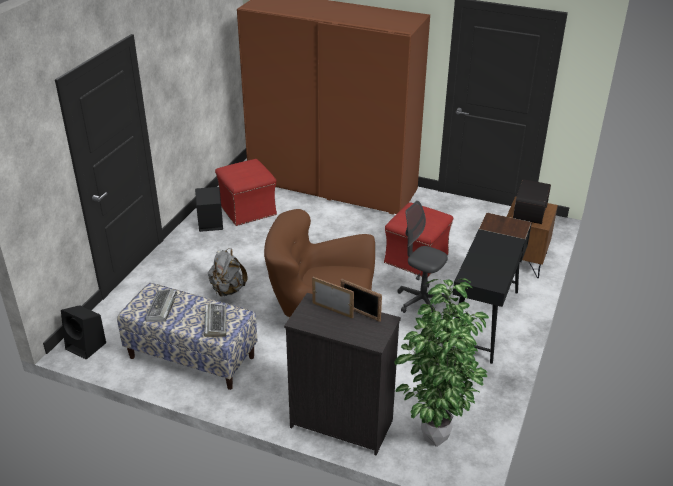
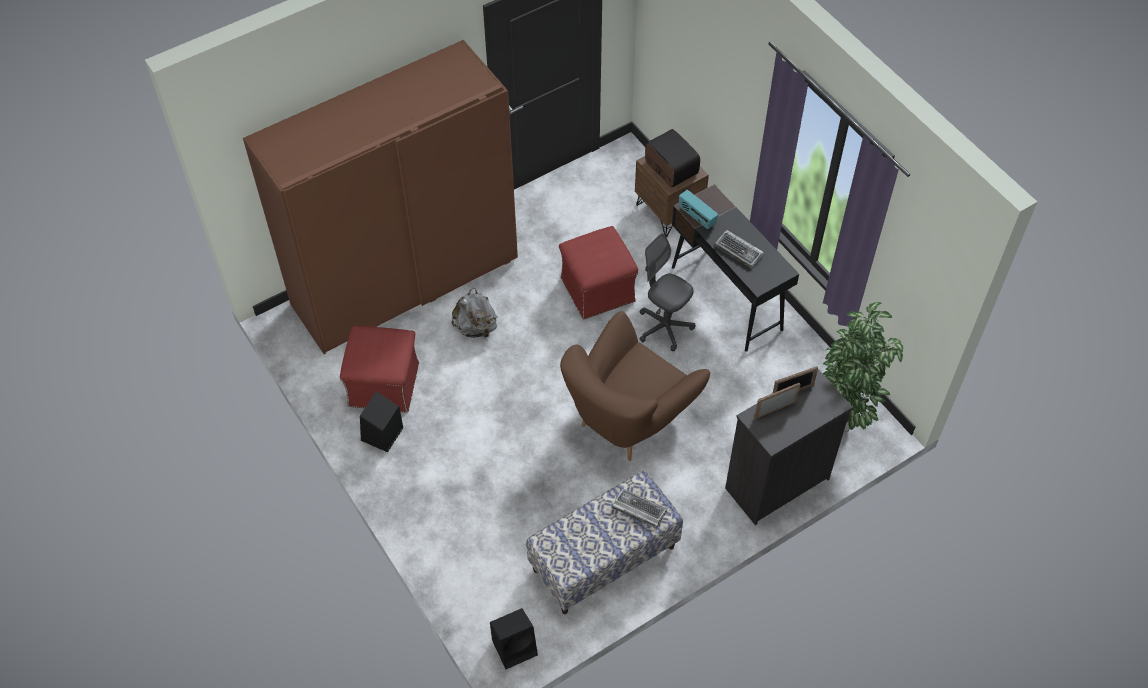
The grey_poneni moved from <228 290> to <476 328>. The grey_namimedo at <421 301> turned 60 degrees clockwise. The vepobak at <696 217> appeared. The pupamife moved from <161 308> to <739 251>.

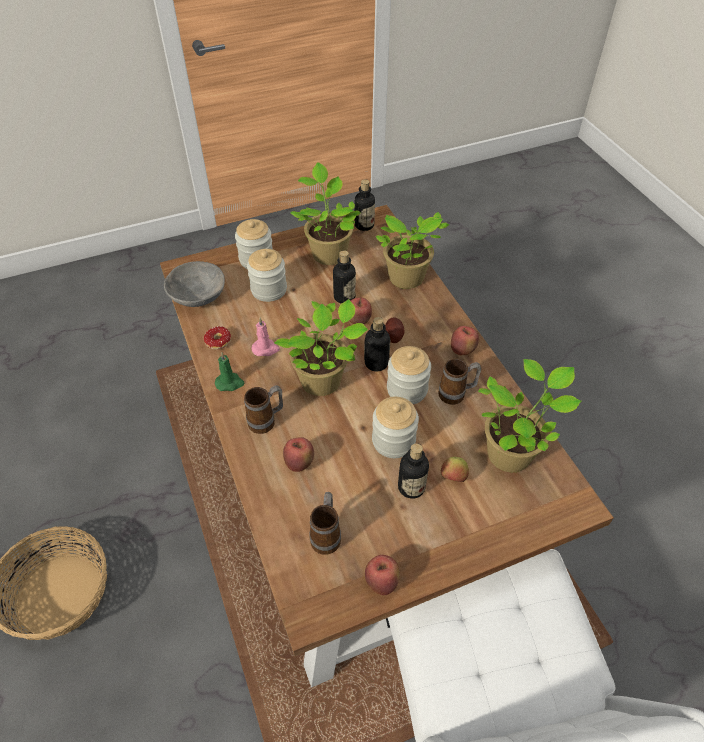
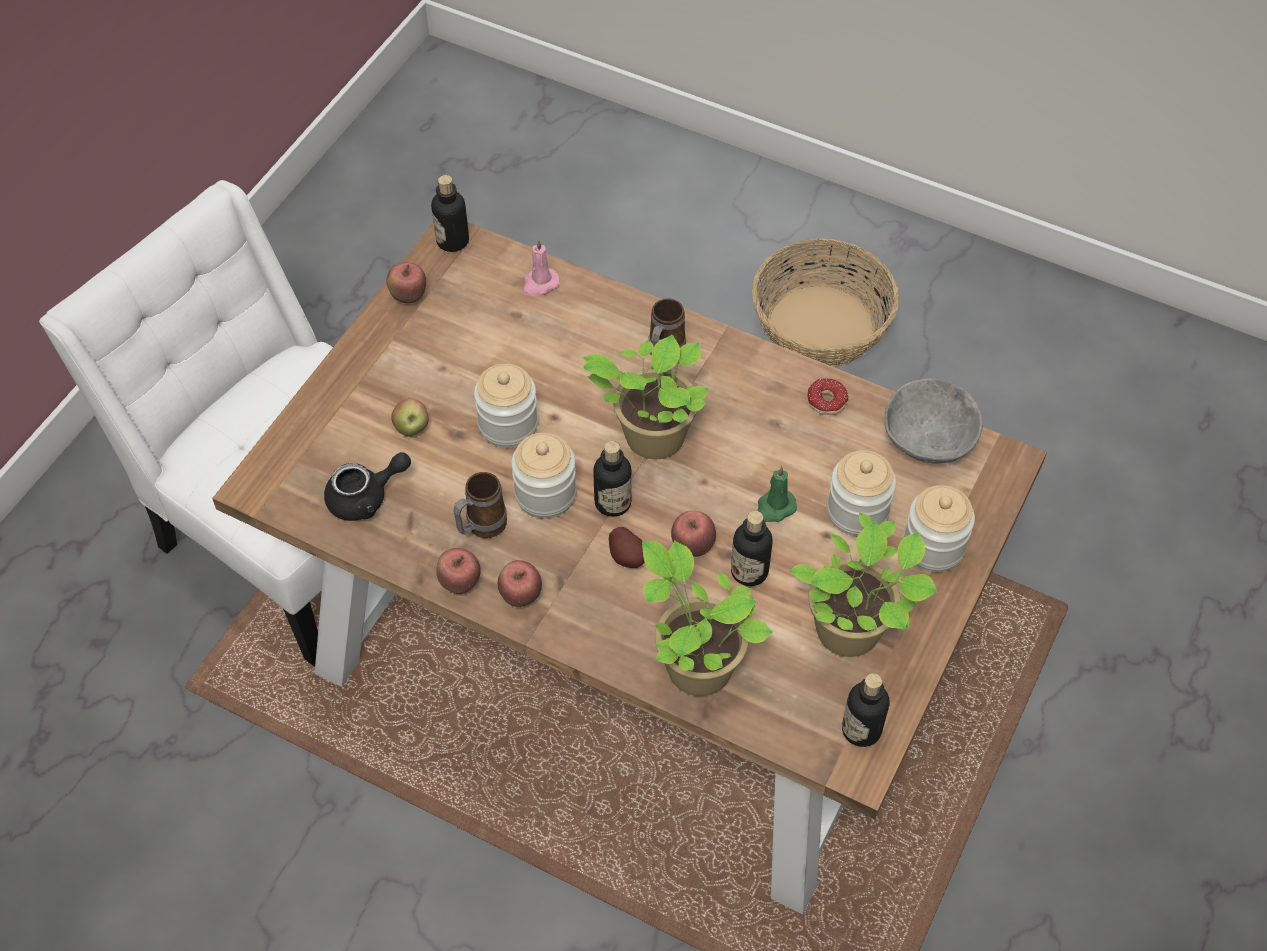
The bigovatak at <511 452> was replaced by the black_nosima at <366 498>. The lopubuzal moved from <411 487> to <452 241>. The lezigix moved from <299 463> to <460 583>. The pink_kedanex moved from <266 349> to <540 284>. The green_kedanex moved from <230 383> to <775 508>. The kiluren at <327 534> disappeared.

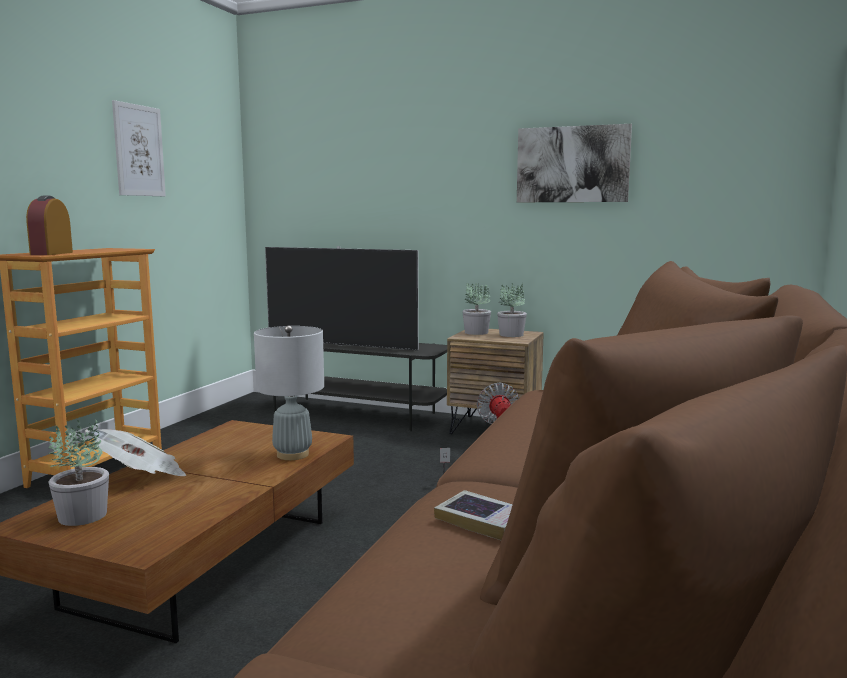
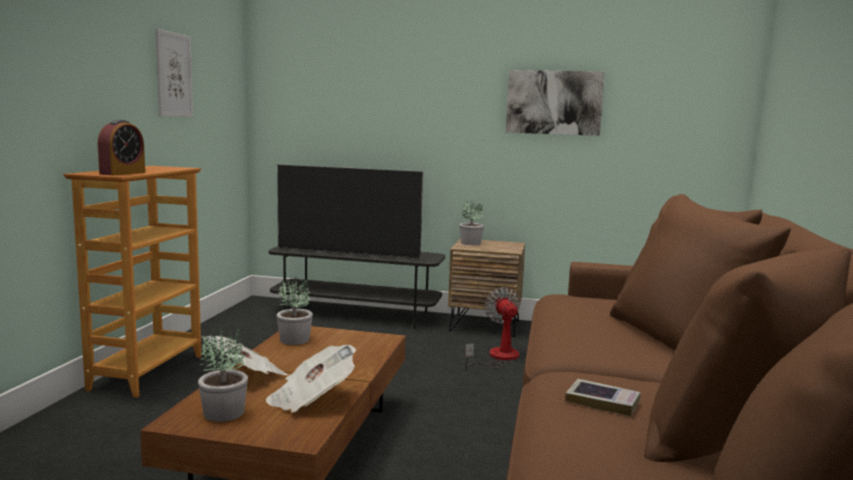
The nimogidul at <51 253> turned 150 degrees counterclockwise. The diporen at <311 399> appeared. The bigovatak moved from <511 334> to <295 339>. The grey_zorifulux at <293 454> disappeared.

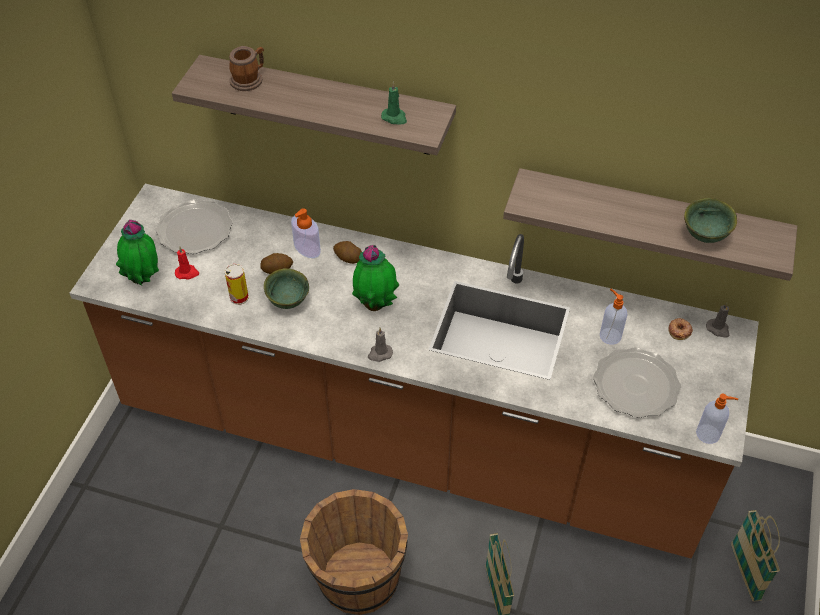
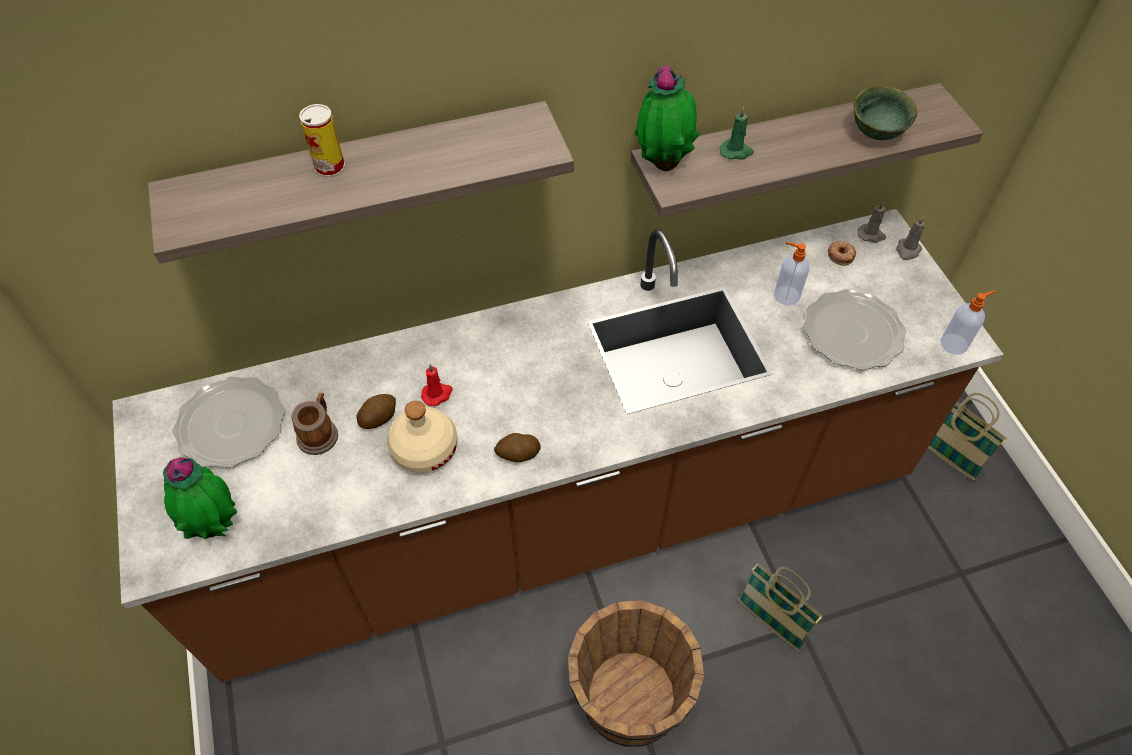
The kiluren moved from <249 79> to <319 433>. The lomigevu moved from <239 297> to <329 167>. The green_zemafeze at <288 301> was replaced by the beige_lopubuzal at <424 448>. The red_kedanex moved from <187 273> to <437 394>. The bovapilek moved from <348 258> to <518 454>. The bigovatak moved from <376 304> to <663 163>. The green_kedanex moved from <394 118> to <736 152>. The grey_kedanex moved from <379 354> to <907 250>. The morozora at <307 248> disappeared.

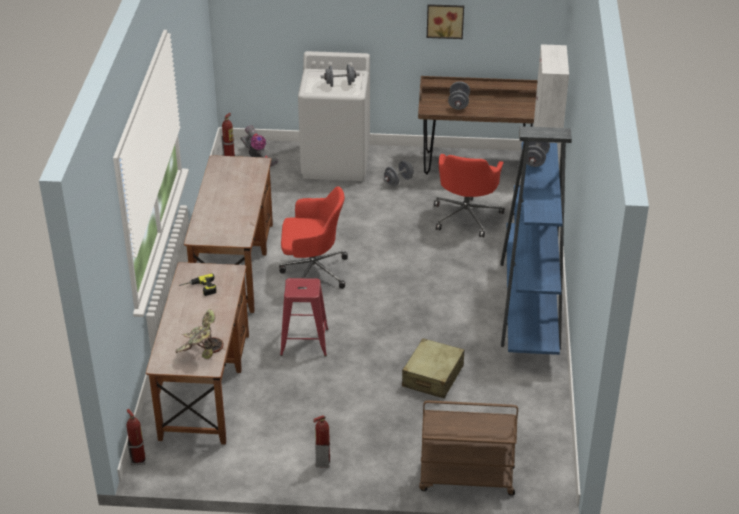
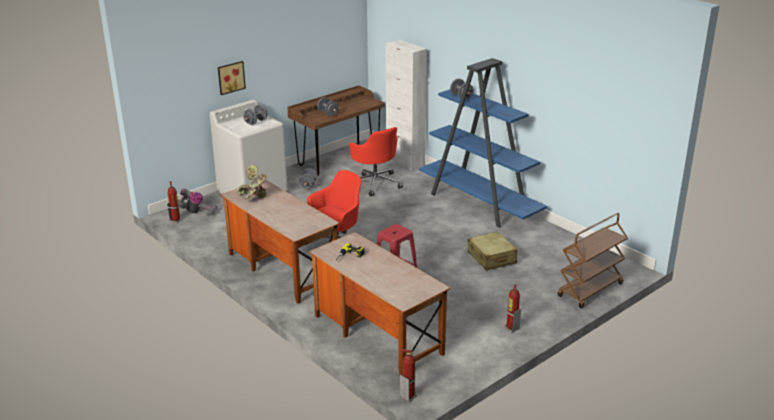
The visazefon moved from <445 20> to <230 77>. The bigovatak moved from <199 350> to <253 196>.

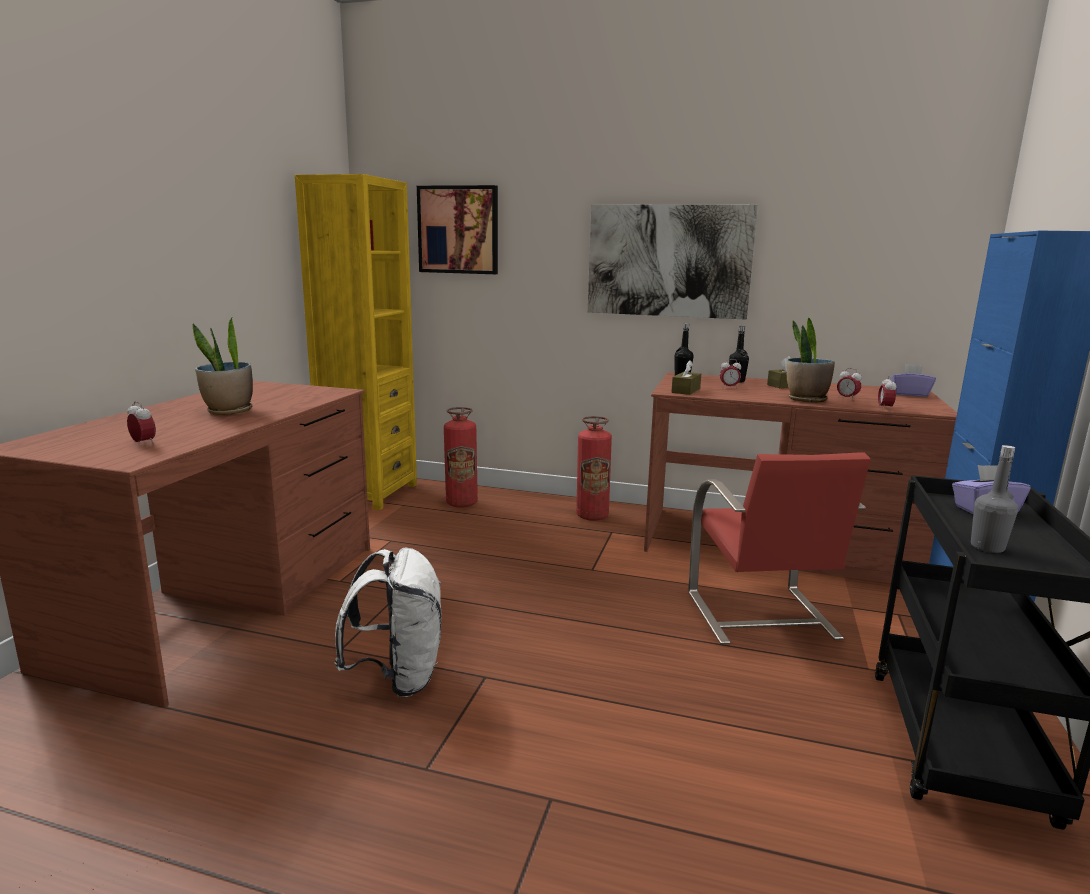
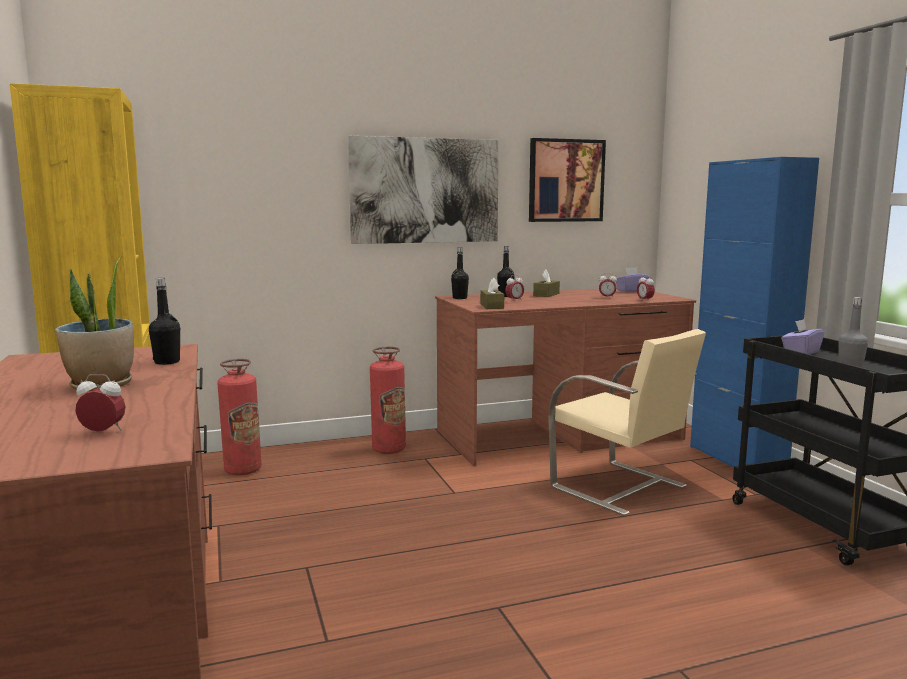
The black_lopubuzal at <167 362> appeared. The visazefon moved from <458 230> to <566 180>. The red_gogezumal at <761 616> became the beige_gogezumal at <620 488>. The white_poneni at <398 677> disappeared. The bigovatak at <806 400> disappeared.

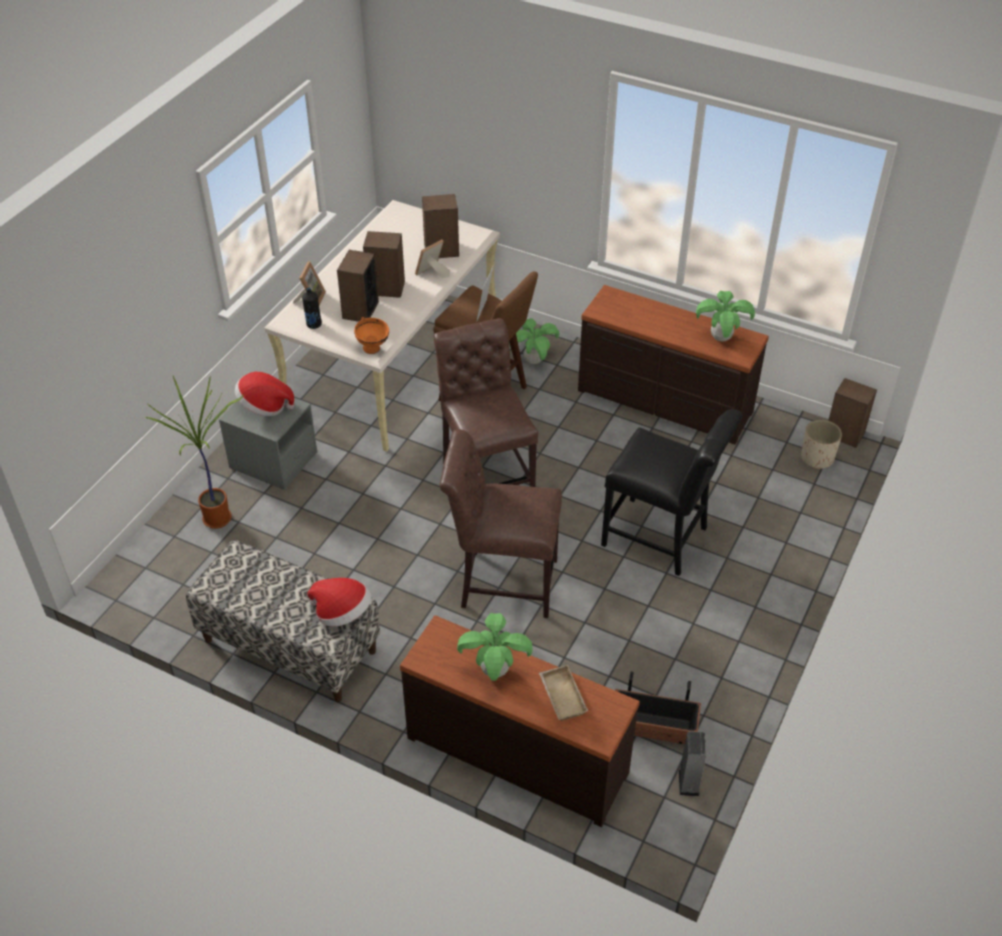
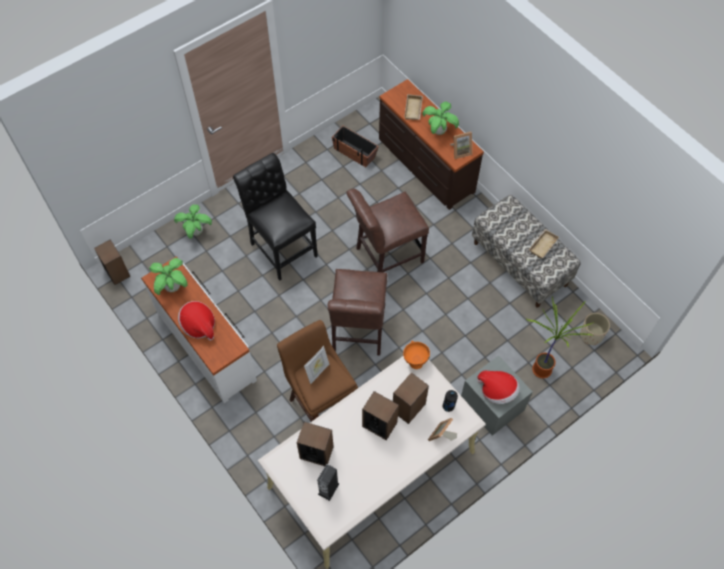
The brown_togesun at <664 402> became the white_togesun at <207 345>. The bigovatak moved from <533 361> to <196 232>. The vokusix moved from <342 613> to <199 325>. The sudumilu moved from <688 782> to <328 489>. The brown_gogezumal at <503 582> turned 120 degrees clockwise. The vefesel moved from <432 273> to <460 151>. The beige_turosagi at <542 244> appeared. The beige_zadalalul moved from <817 458> to <591 335>.

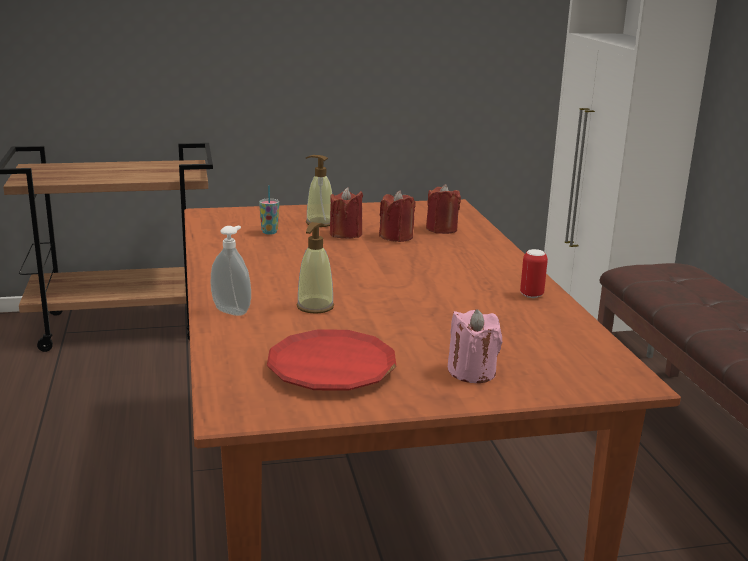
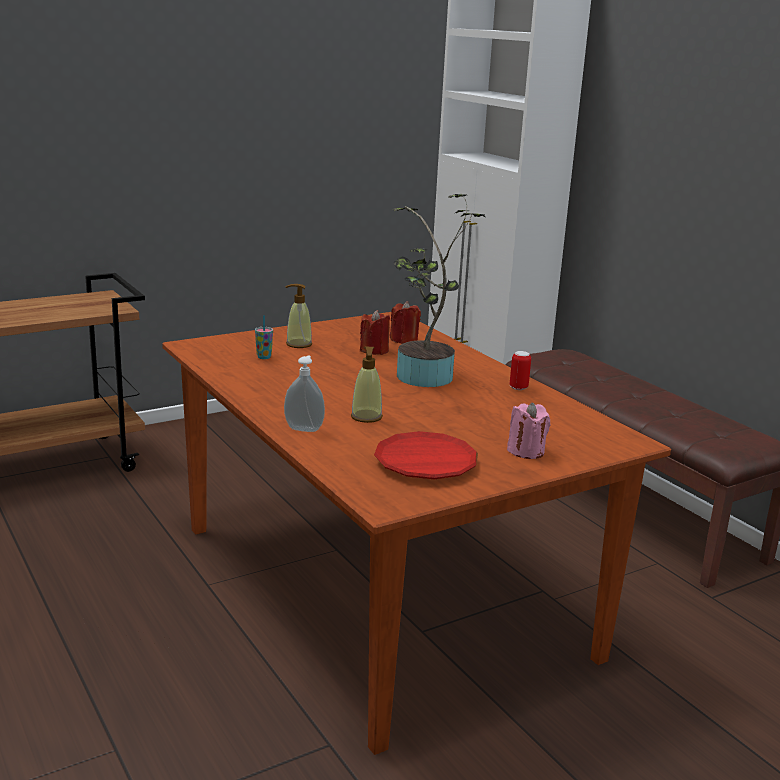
The bigovatak at <423 379> appeared. The red_kedanex at <346 234> disappeared.

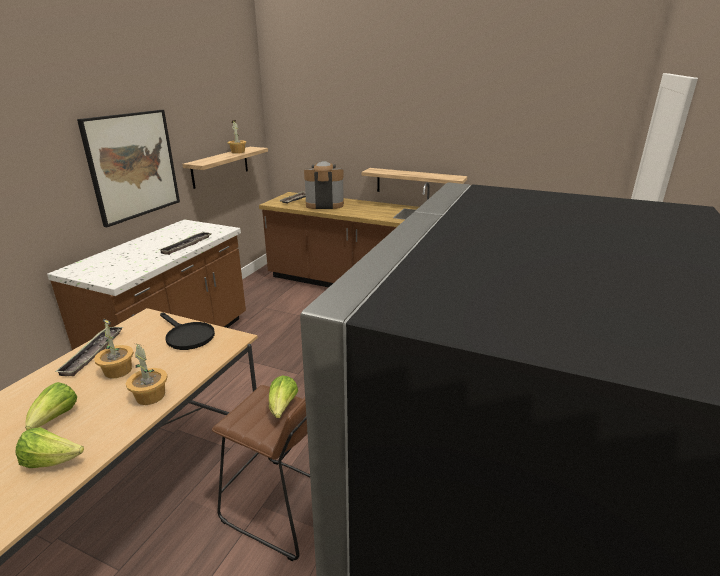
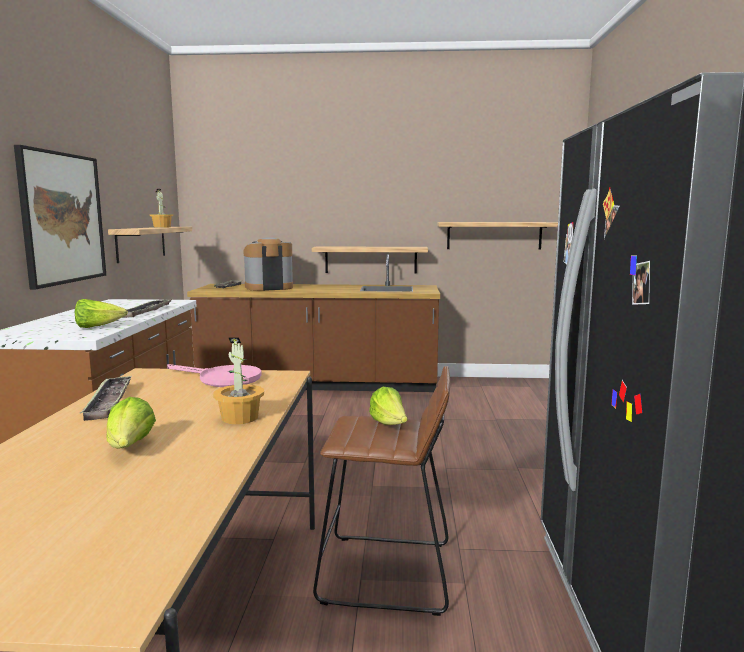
The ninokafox moved from <52 461> to <98 327>. The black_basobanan at <187 336> became the pink_basobanan at <222 379>. The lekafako at <494 235> appeared. The bigovatak at <117 371> disappeared.

